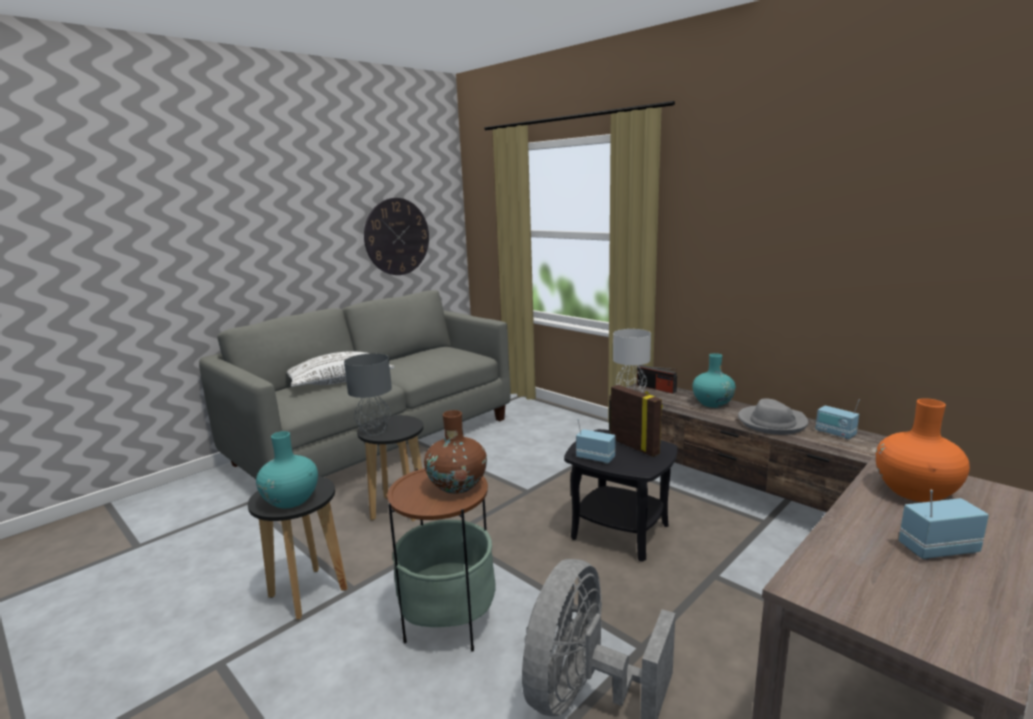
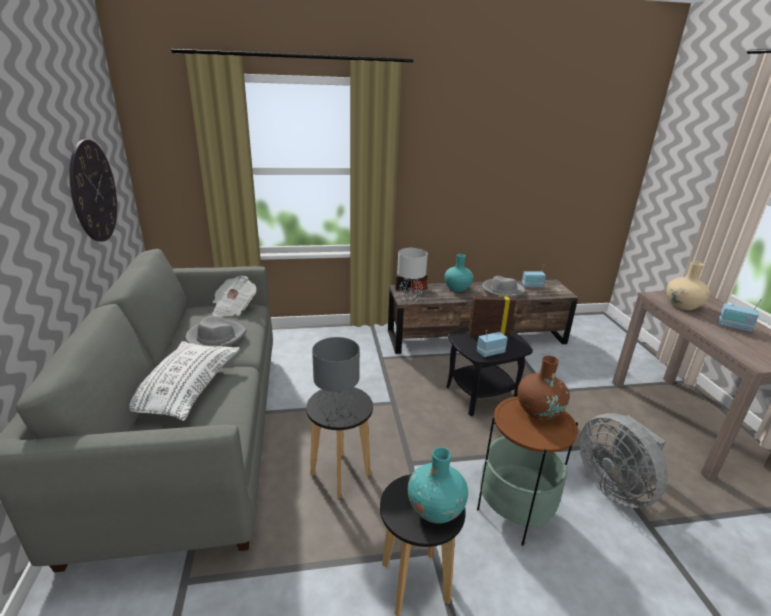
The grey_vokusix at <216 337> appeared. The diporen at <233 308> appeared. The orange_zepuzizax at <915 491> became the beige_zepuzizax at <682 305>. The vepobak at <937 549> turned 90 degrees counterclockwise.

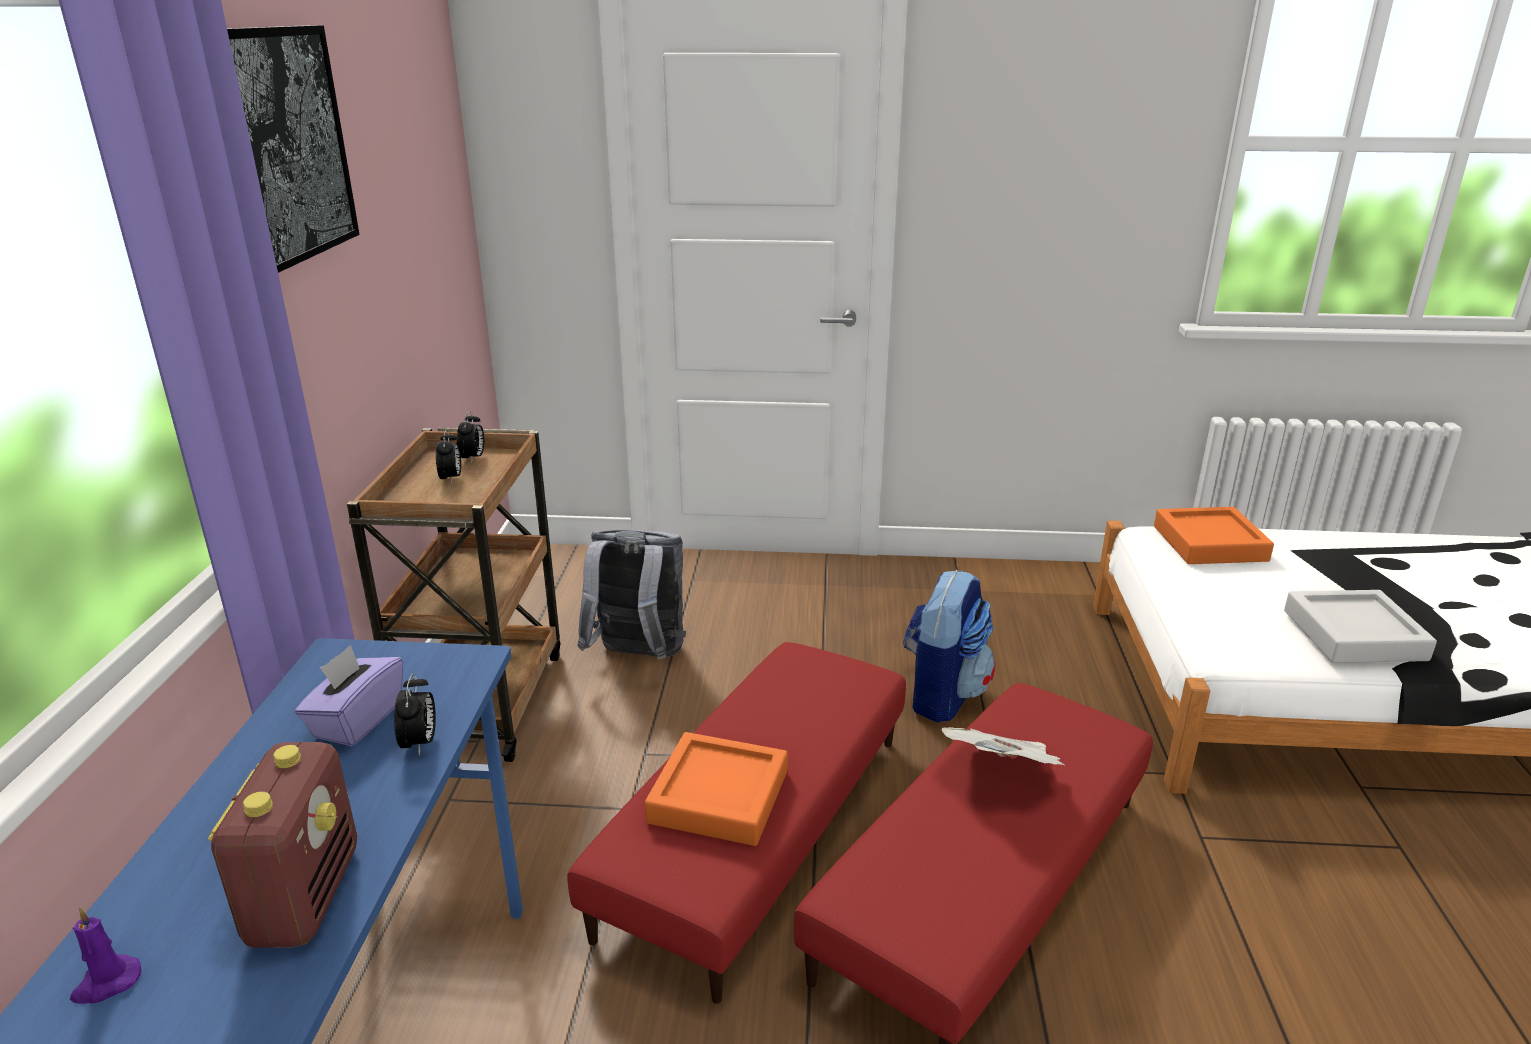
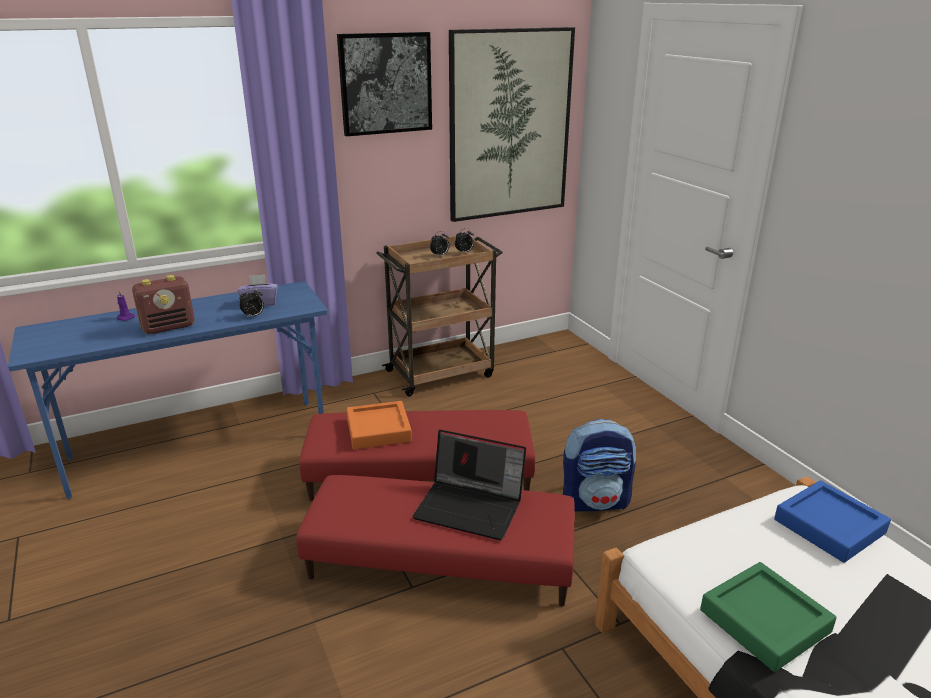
The diporen at <1002 771> was replaced by the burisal at <471 507>. The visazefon at <509 125> appeared. The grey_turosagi at <1354 635> became the green_turosagi at <764 621>. The orange_turosagi at <1209 543> became the blue_turosagi at <829 526>. The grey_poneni at <638 657> disappeared.

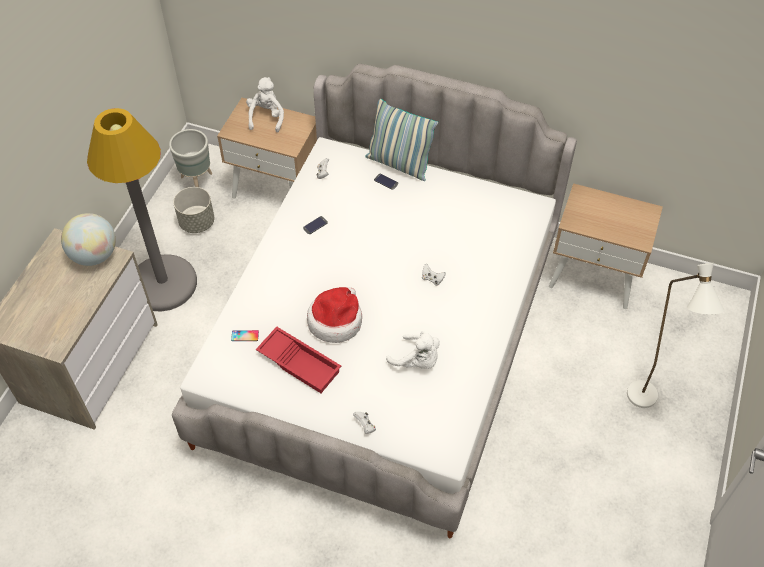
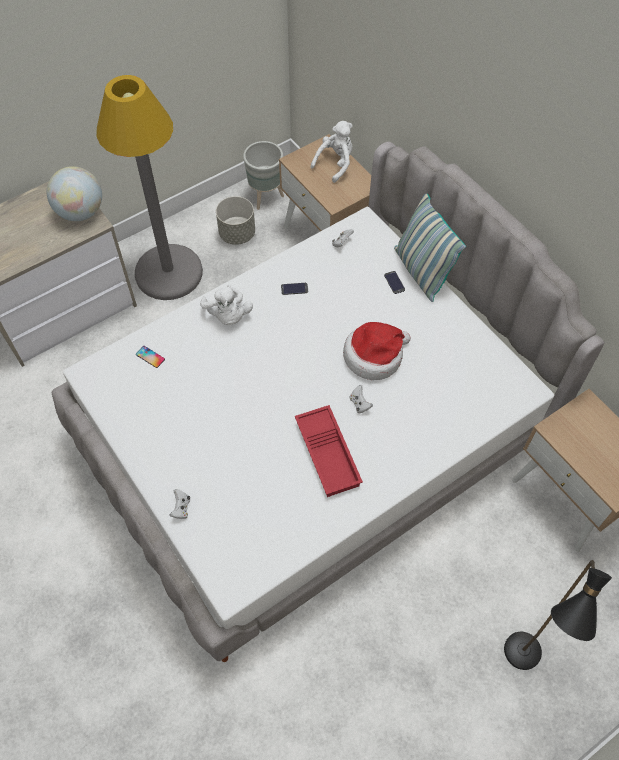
The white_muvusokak moved from <417 361> to <228 316>. The red_turosagi moved from <300 362> to <329 454>. The vokusix moved from <335 320> to <374 356>. The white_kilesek at <645 405> became the black_kilesek at <517 664>.

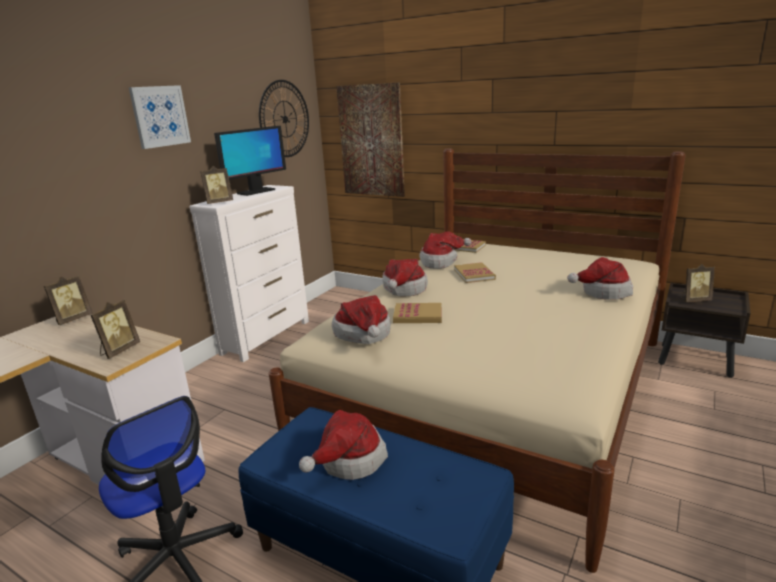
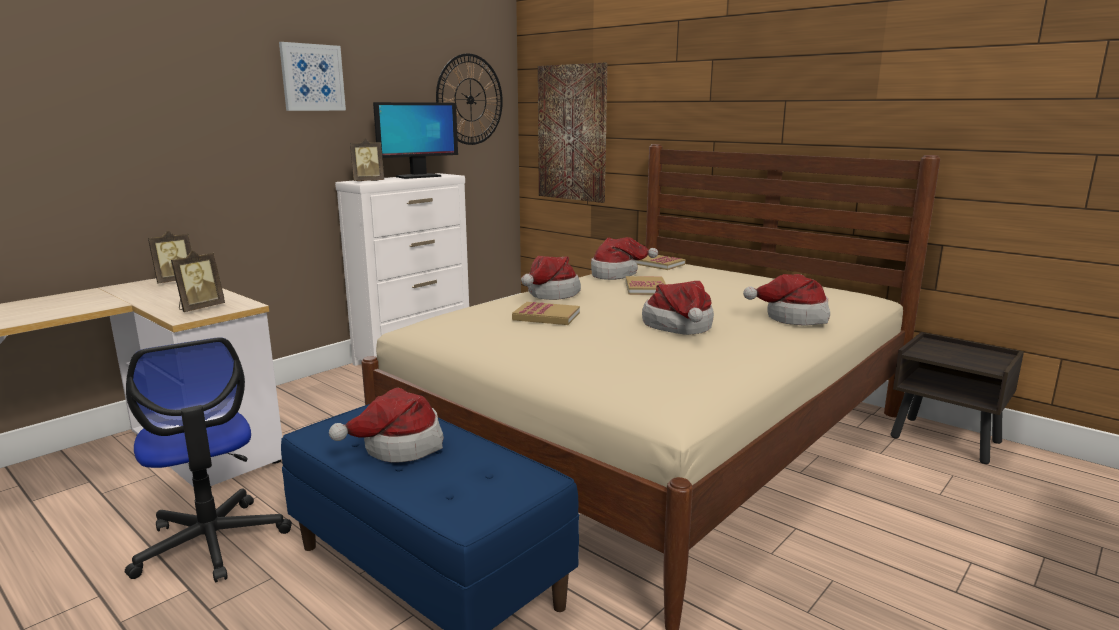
The vokusix moved from <364 335> to <679 327>. The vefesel at <694 300> disappeared.

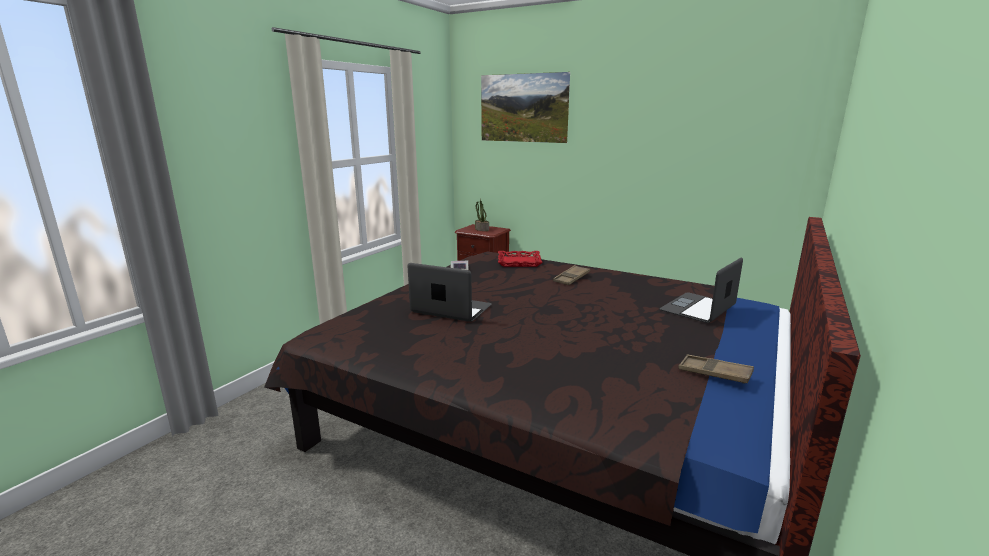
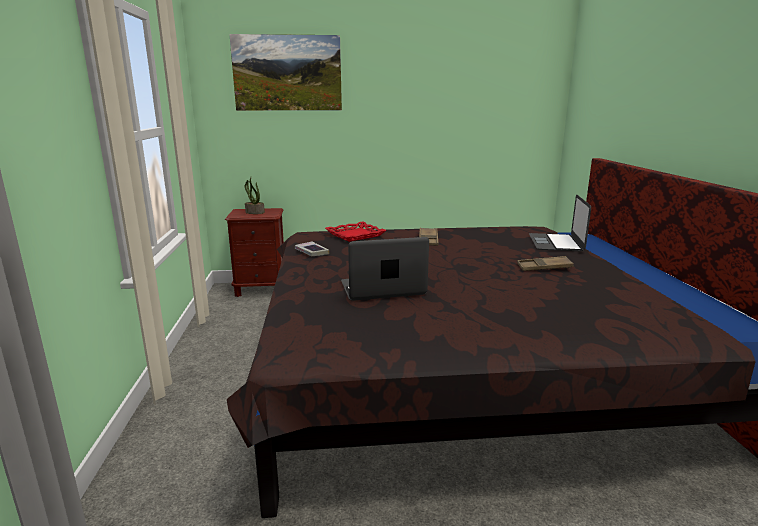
The brown_turosagi moved from <714 373> to <544 267>.

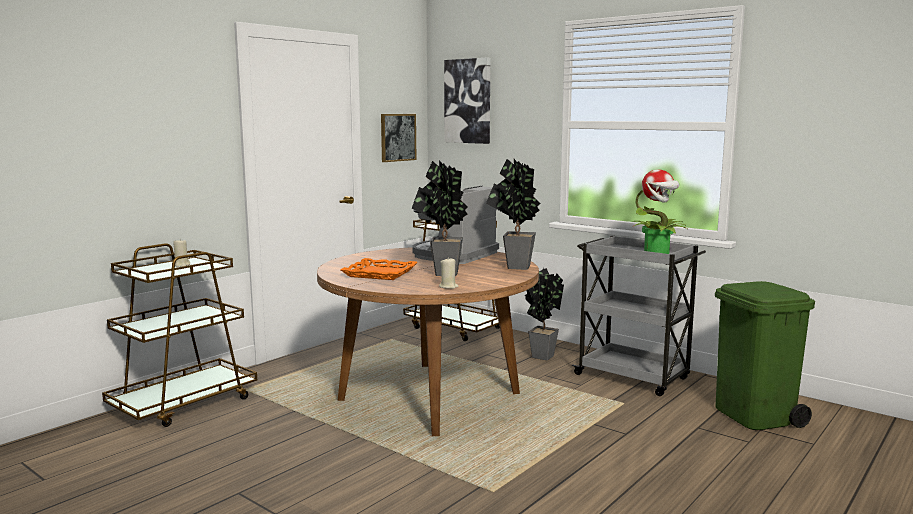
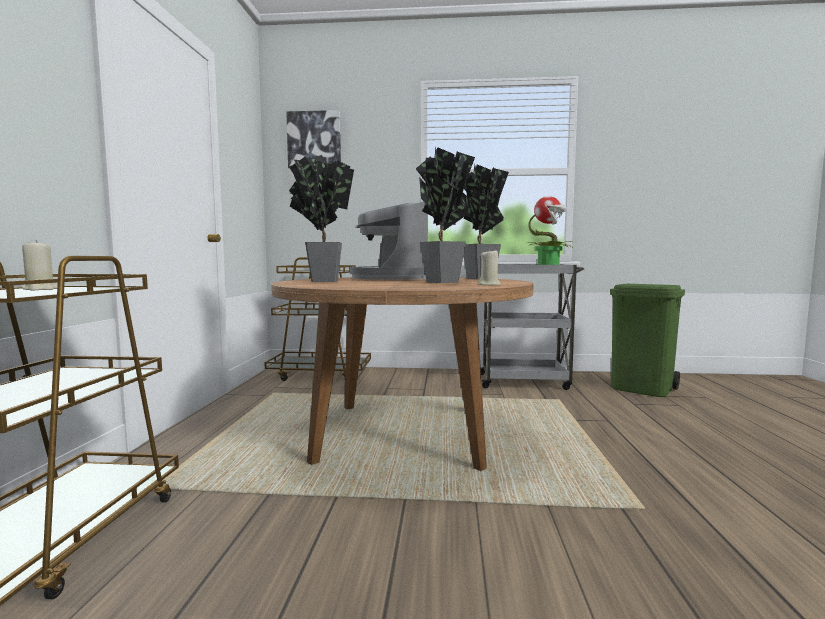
The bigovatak moved from <540 355> to <320 281>. The orange_turosagi at <380 273> disappeared. The visazefon at <397 137> disappeared.

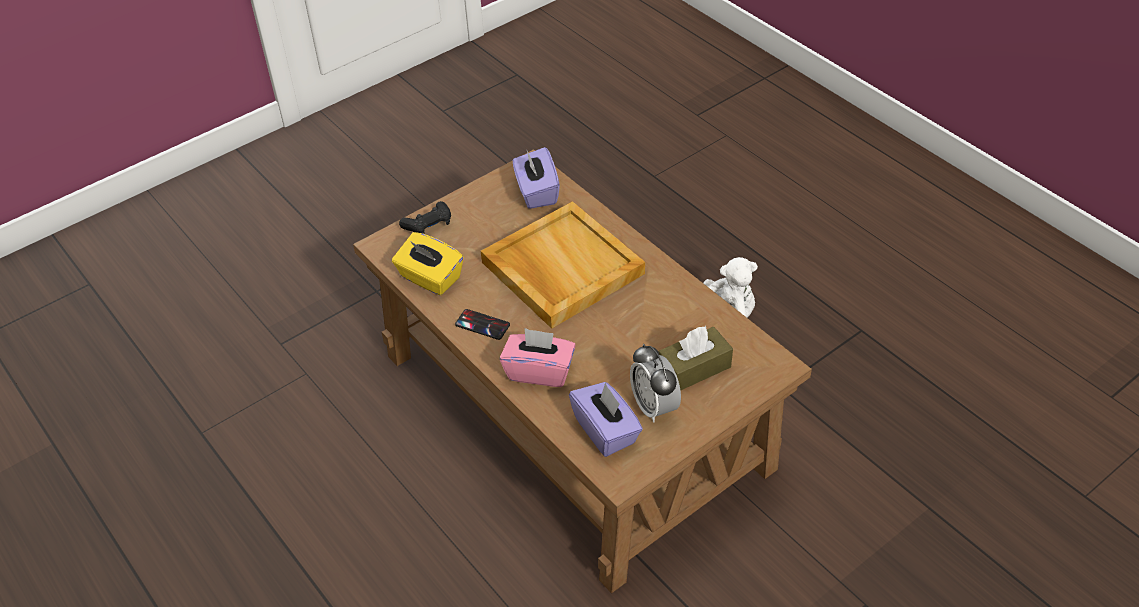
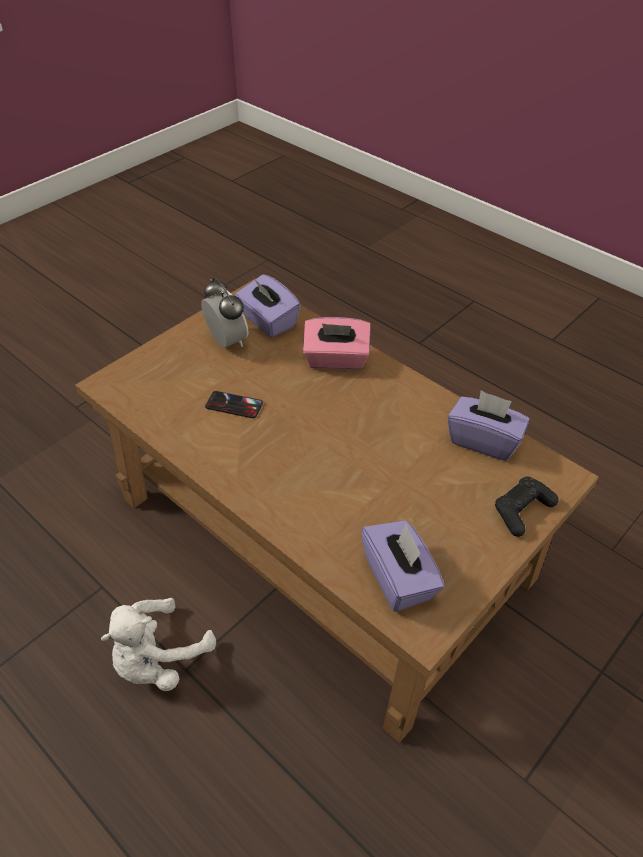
The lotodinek moved from <482 325> to <234 405>. The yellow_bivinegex at <430 278> became the purple_bivinegex at <484 440>. The beige_turosagi at <561 268> disappeared. The brown_bivinegex at <694 368> disappeared.

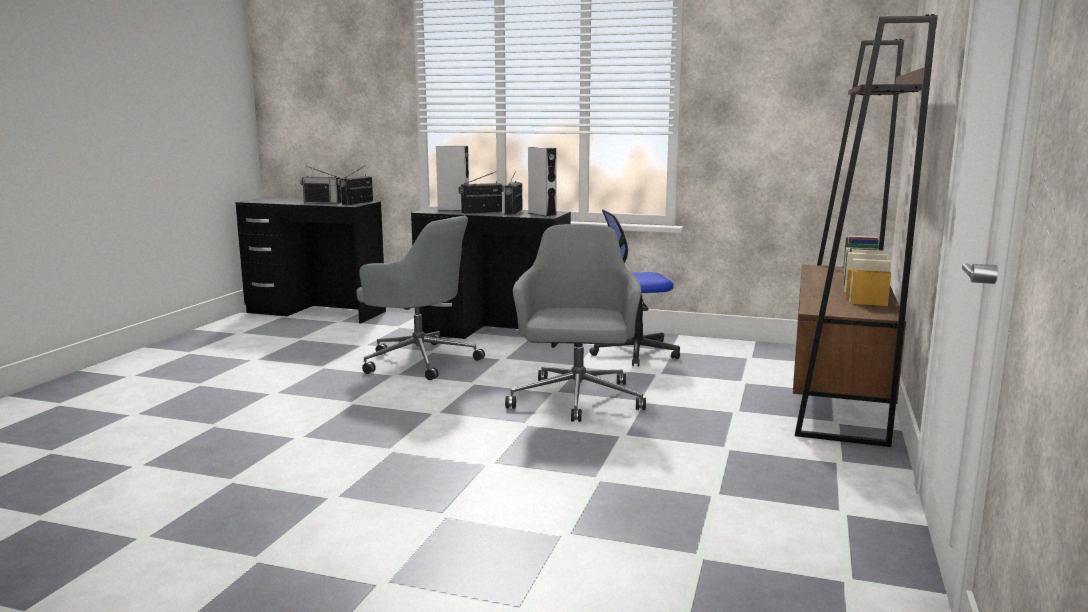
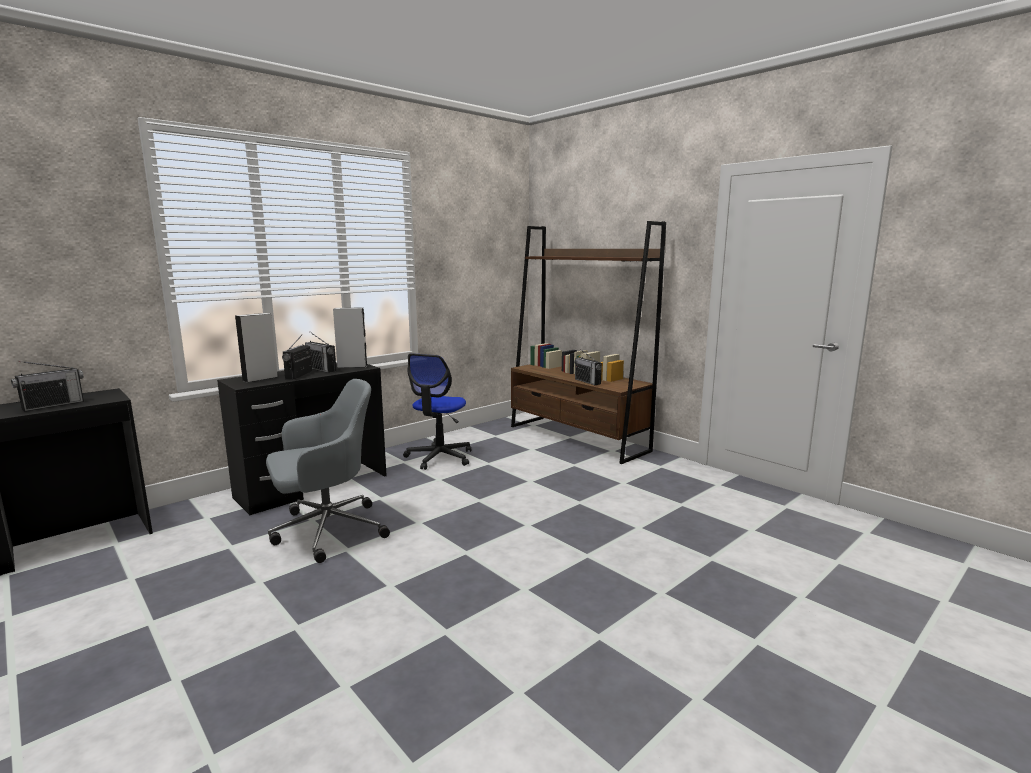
The vepobak moved from <357 203> to <587 381>. The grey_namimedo at <576 400> disappeared.

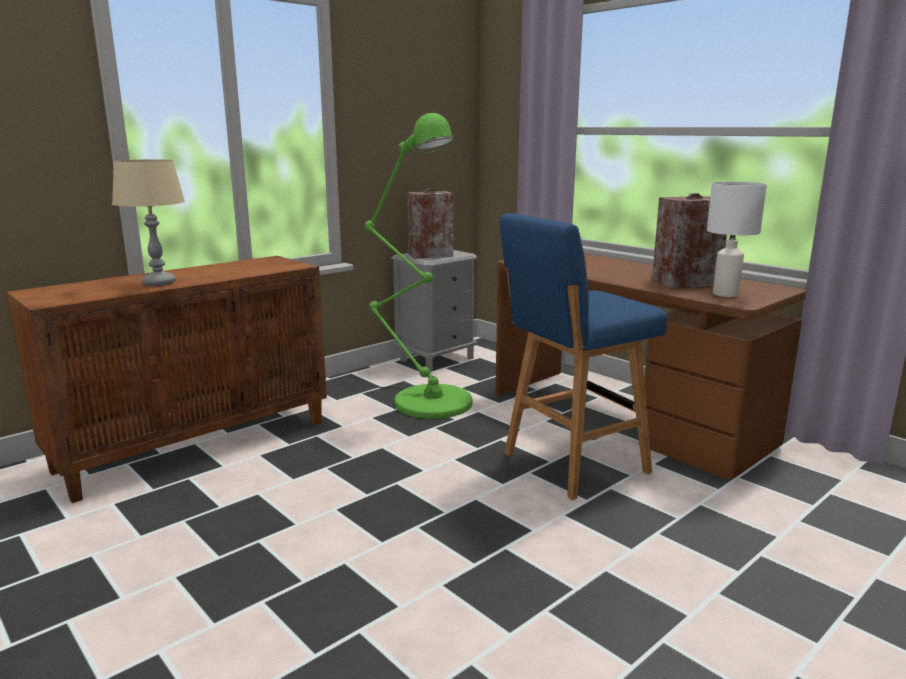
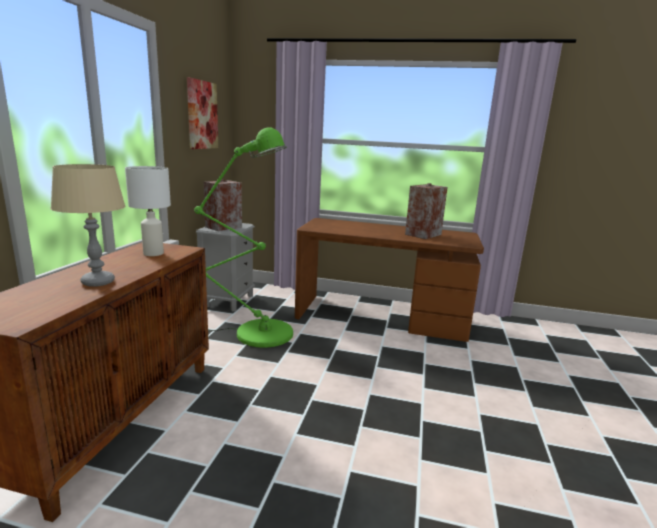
The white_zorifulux moved from <726 294> to <153 253>. The visazefon at <202 115> appeared. The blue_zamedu at <571 464> disappeared.

